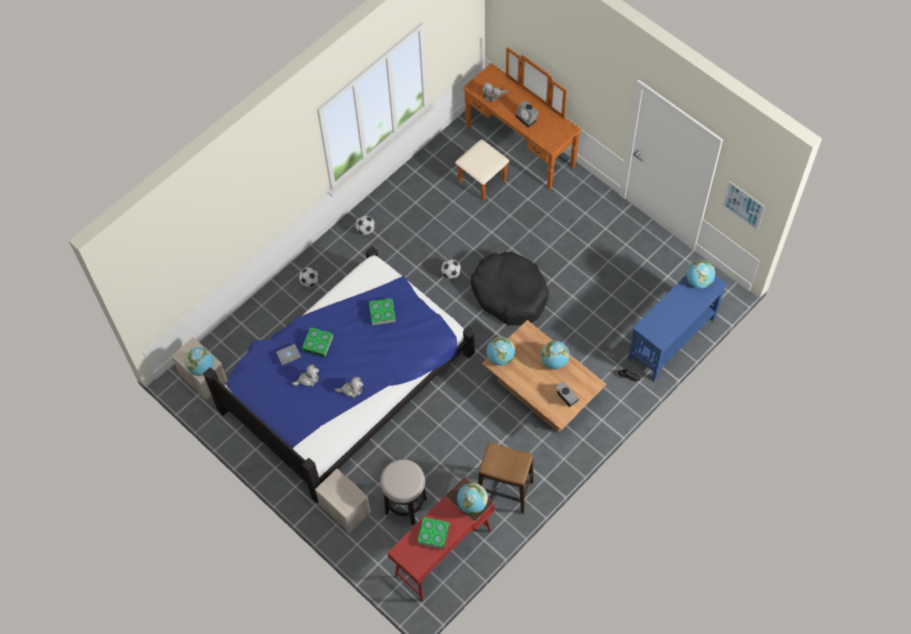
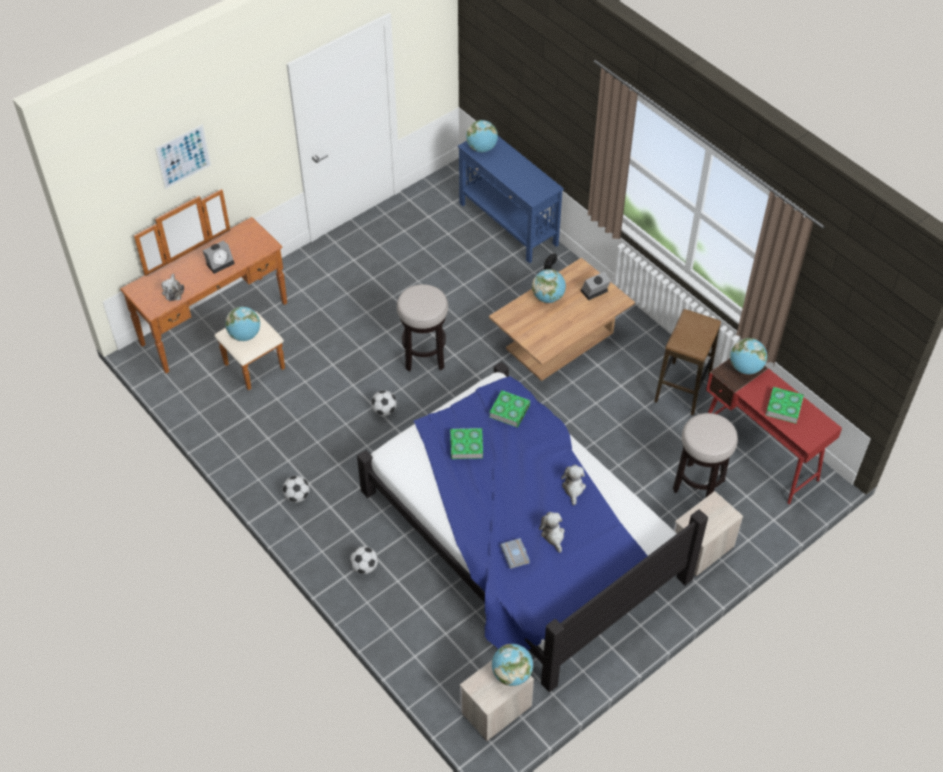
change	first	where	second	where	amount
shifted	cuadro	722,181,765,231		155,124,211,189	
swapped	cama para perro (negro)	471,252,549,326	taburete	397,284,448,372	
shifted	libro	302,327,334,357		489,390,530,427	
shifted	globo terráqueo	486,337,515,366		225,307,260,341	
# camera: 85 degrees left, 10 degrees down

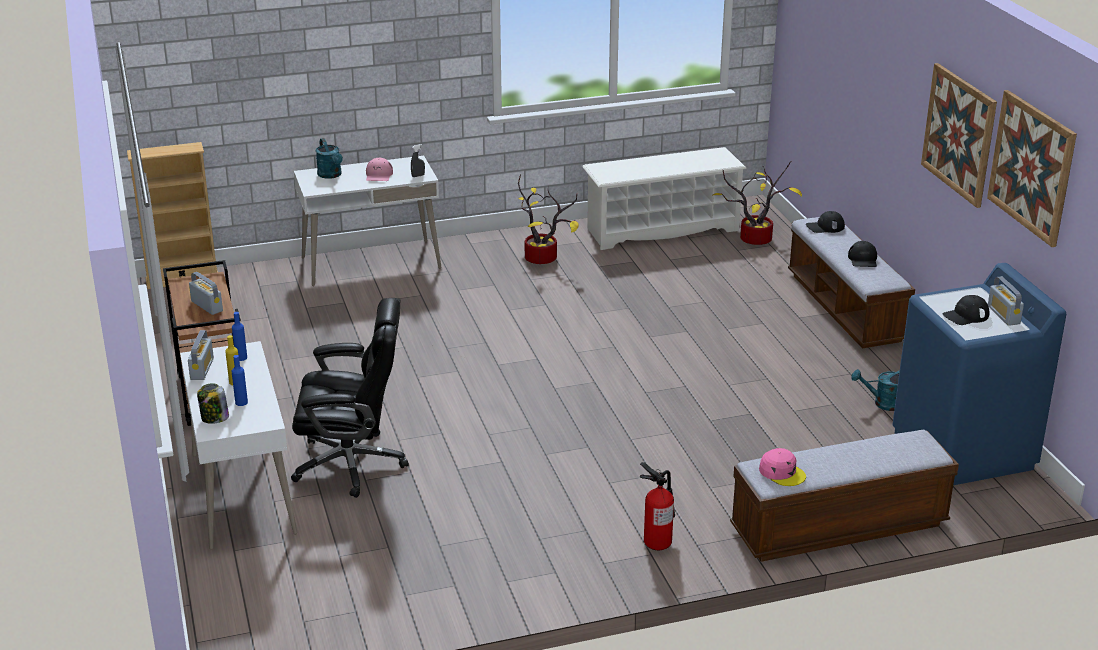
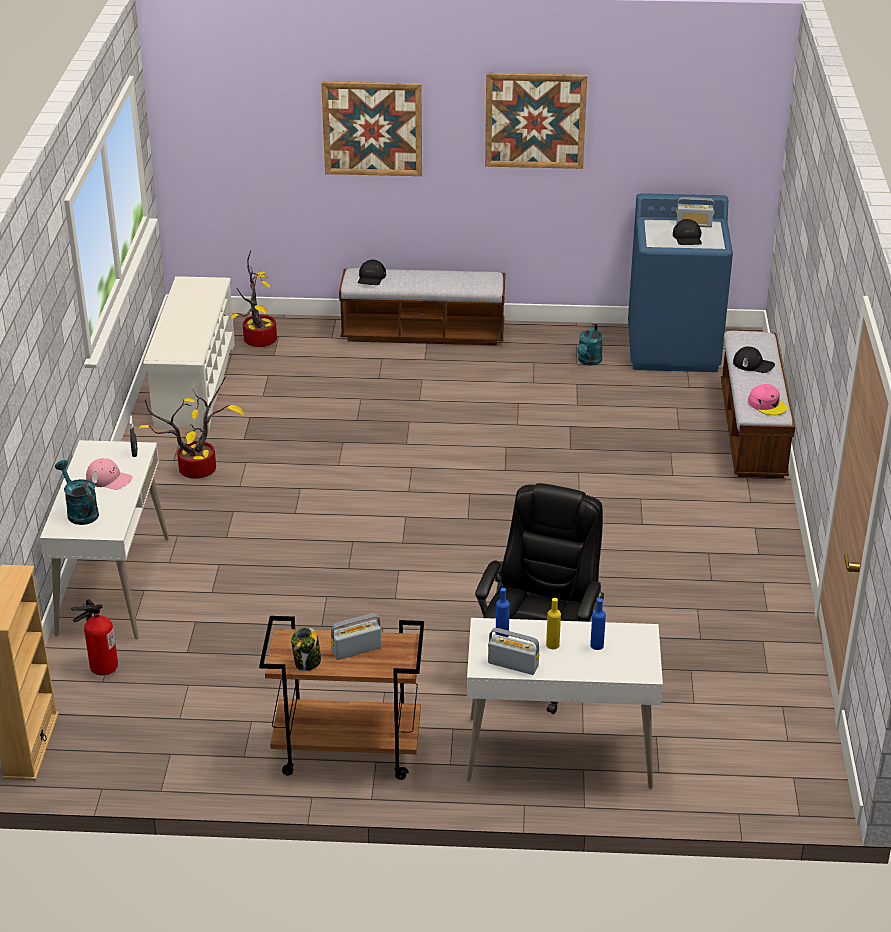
change	first	where	second	where	amount
shifted	cuadro	987,90,1077,247		321,81,422,176	
rotated	regadera (turquesa)	316,138,343,179		55,460,99,525	120 degrees counterclockwise
shifted	gorra (negro)	848,241,877,267		733,347,775,373	
shifted	tarro	197,383,229,424		291,627,321,671	
rotated	gorra (rosa)	759,448,806,486		748,384,787,415	75 degrees clockwise
shifted	extintor	640,462,675,550		71,599,118,676	
# camera: 70 degrees left, 5 degrees up

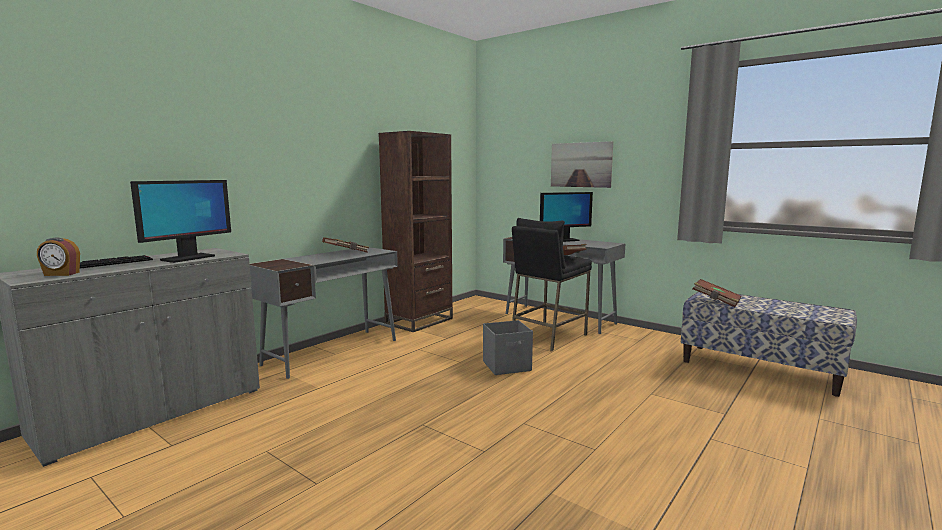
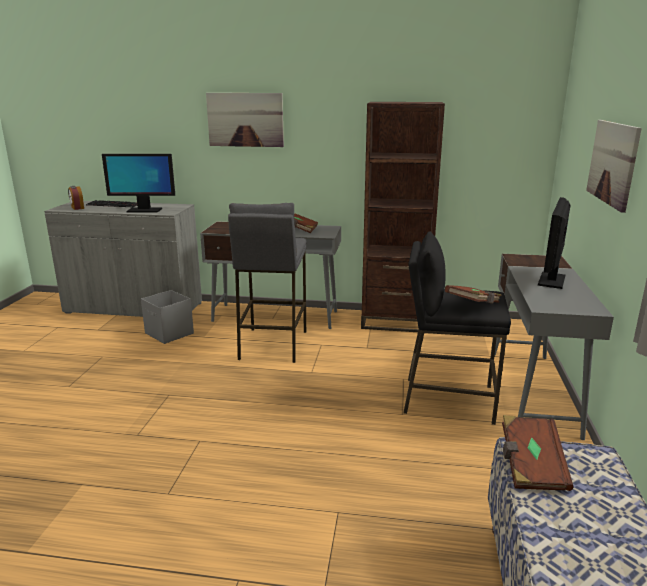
change	first	where	second	where	amount
rotated	monitor	540,192,593,242		538,197,571,289	75 degrees clockwise
shifted	caja de almacenaje (gris)	483,320,533,375		141,290,194,344	
new			cuadro	206,93,284,147	
new			taburete (gris)	228,203,307,363	
# camera: 60 degrees right, 10 degrees up

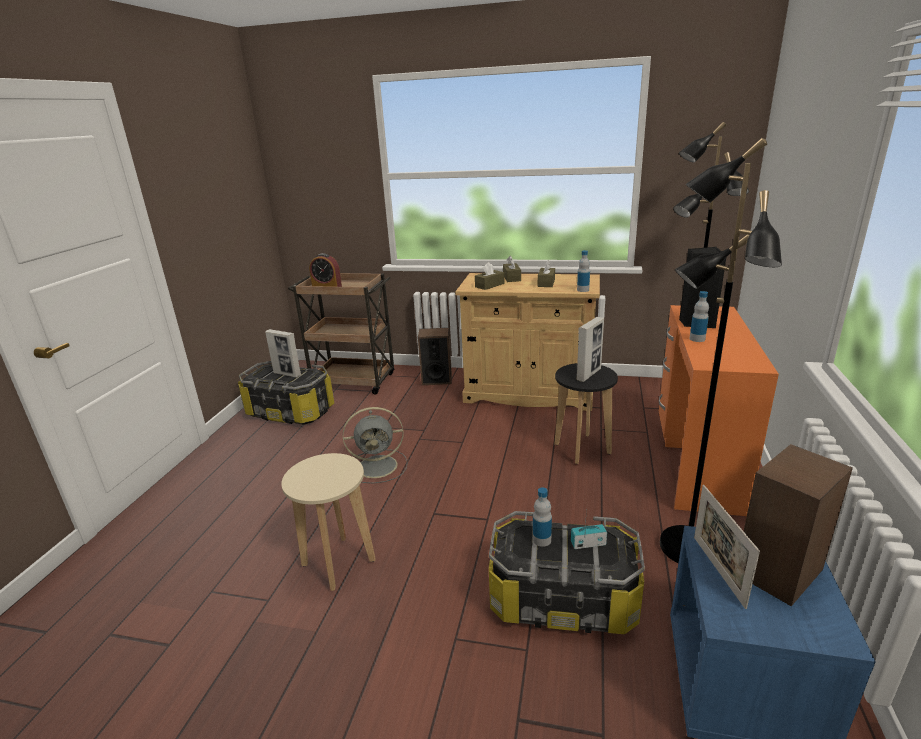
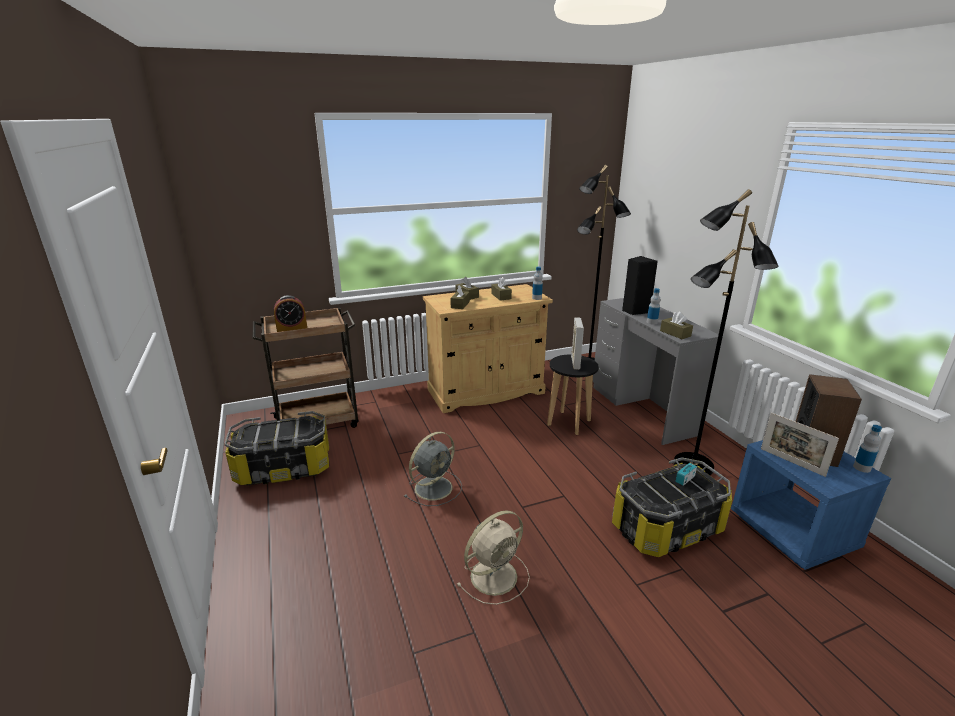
change	first	where	second	where	amount
repainted	escritorio (naranja)	659,305,779,516	escritorio (gris)	593,298,719,445	
gone	altavoz	418,328,452,385			
gone	portarretratos	265,329,301,378			
swapped	taburete (beis)	281,453,376,591	ventilador (beis)	457,510,530,605	
shifted	botella	533,487,552,547		853,425,882,473	
new			caja de pañuelos (marrón)	660,312,693,339	
# camera: 35 degrees left, 0 degrees up

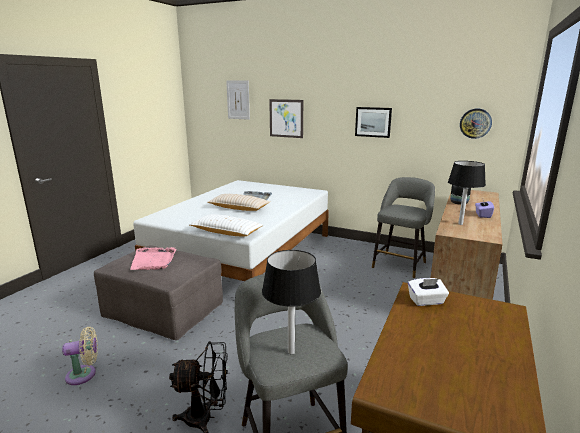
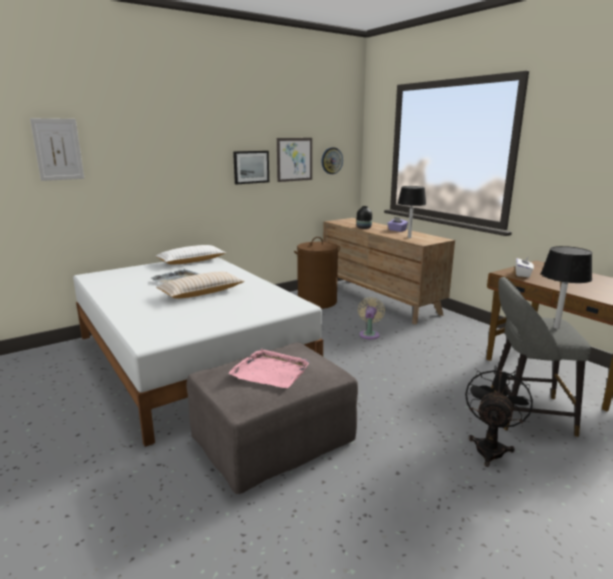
change	first	where	second	where	amount
shifted	cuadro	269,99,303,138		277,138,312,182	
swapped	taburete (gris)	372,177,435,278	cesto de la ropa (marrón)	294,237,340,309	
shifted	cojín (blanco)	189,214,263,237		155,245,226,264	
shifted	ventilador (beis)	62,327,98,385		358,297,385,339	
# camera: 60 degrees left, 0 degrees up

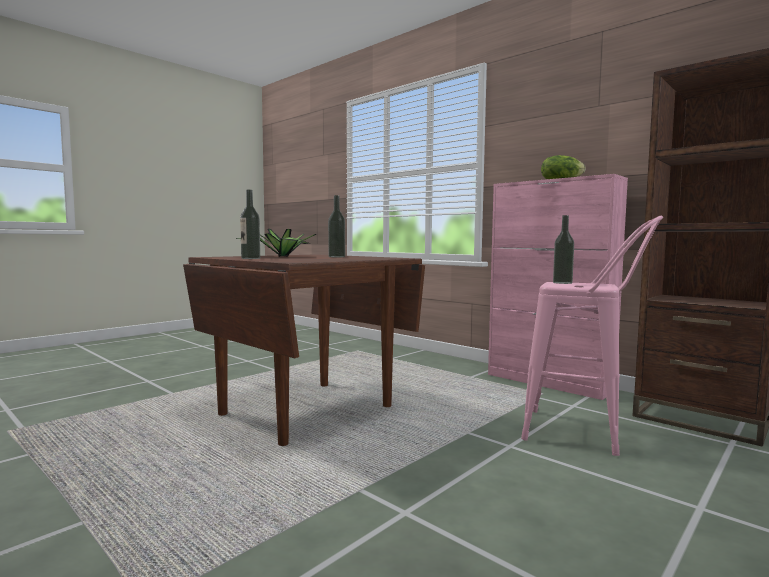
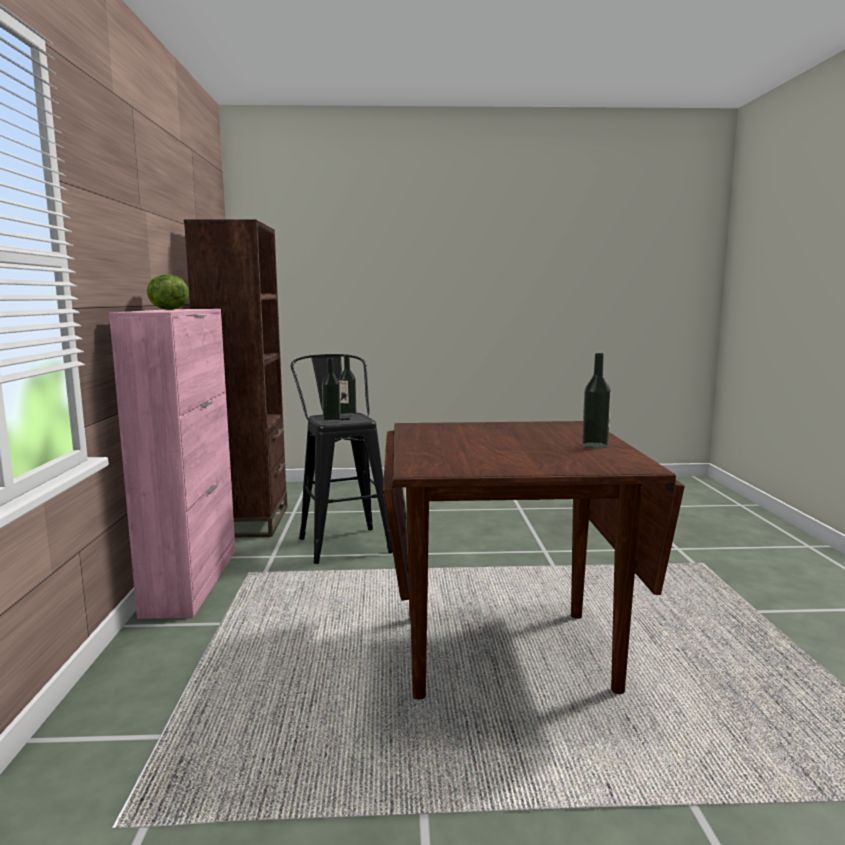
change	first	where	second	where	amount
shifted	botella	328,195,345,257		339,355,356,416	
repainted	taburete (rosa)	521,216,663,456	taburete (negro)	291,354,393,564	
gone	planta en maceta	236,229,316,257			
# camera: 135 degrees left, 5 degrees up

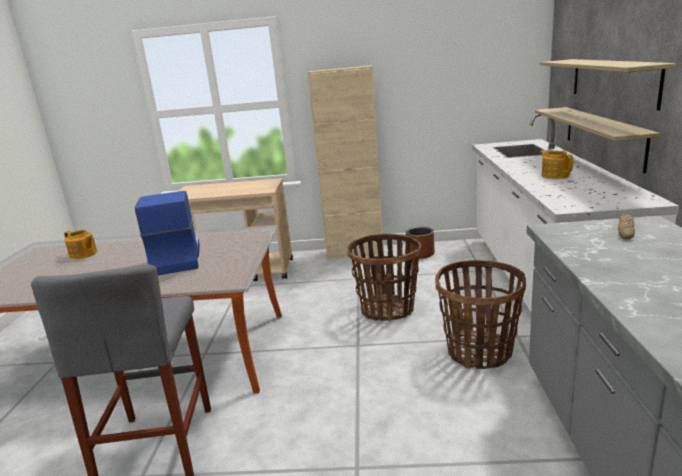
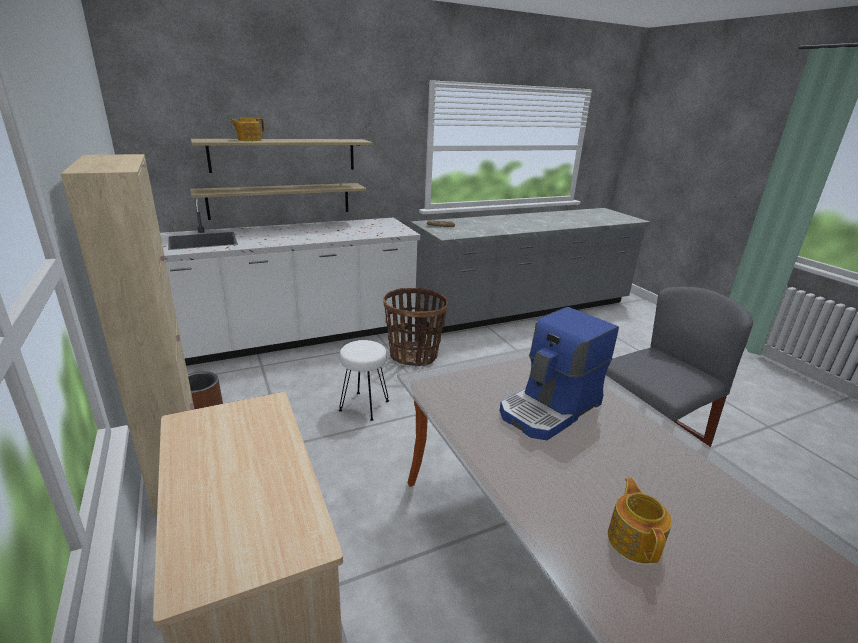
change	first	where	second	where	amount
shifted	tetera	540,150,573,179		230,118,265,141	
swapped	cesta	347,234,421,321	taburete (blanco)	339,340,389,421	
# camera: 120 degrees left, 5 degrees up

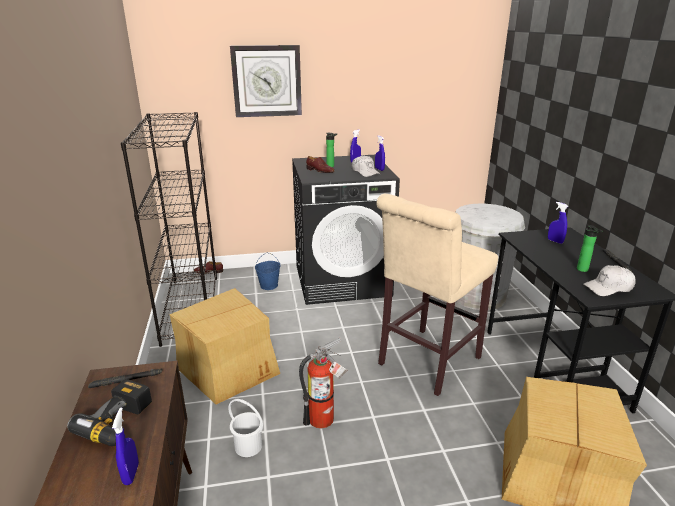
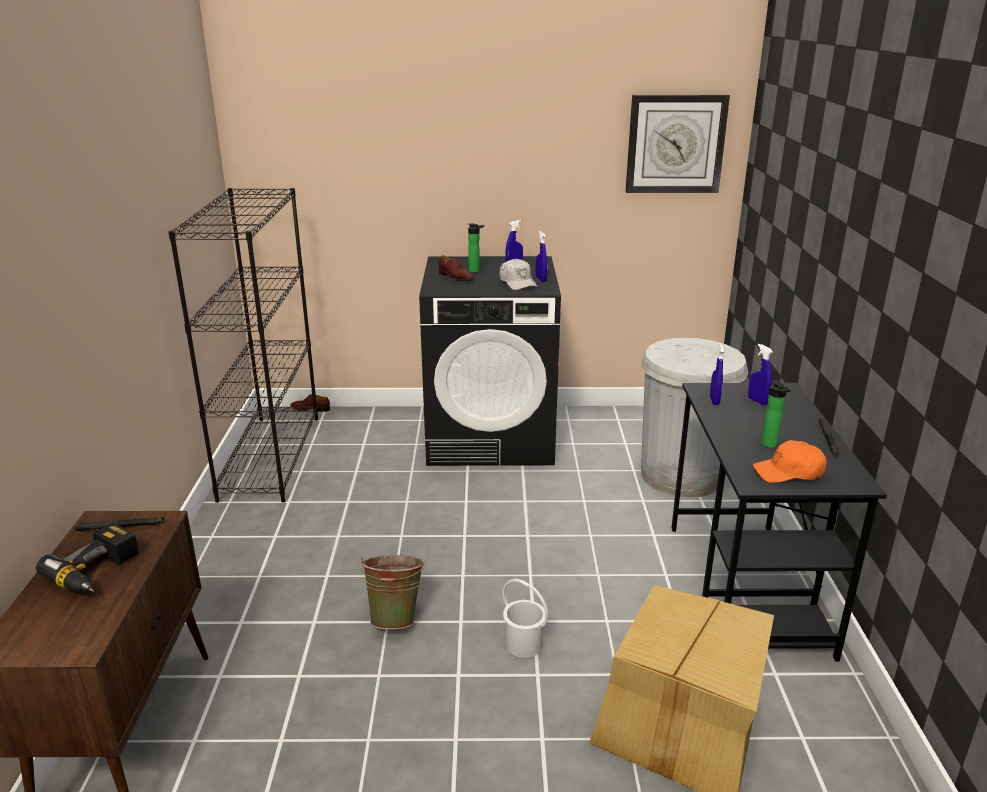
change	first	where	second	where	amount
shifted	reloj de pared	230,45,302,117		626,95,730,193	
gone	taburete (beis)	376,193,498,396			
gone	cubo (azul)	255,253,280,290			
repainted	gorra (blanco)	583,265,636,296	gorra (naranja)	753,440,827,483	
gone	caja de cartón	170,288,280,404			
swapped	extintor	299,338,348,429	cubo (verde)	360,555,426,629	
shifted	cubo (blanco)	228,399,263,457		502,579,548,658	
shifted	pulverizador (azul)	112,408,139,485		710,343,724,405	
# camera: 10 degrees right, 0 degrees up

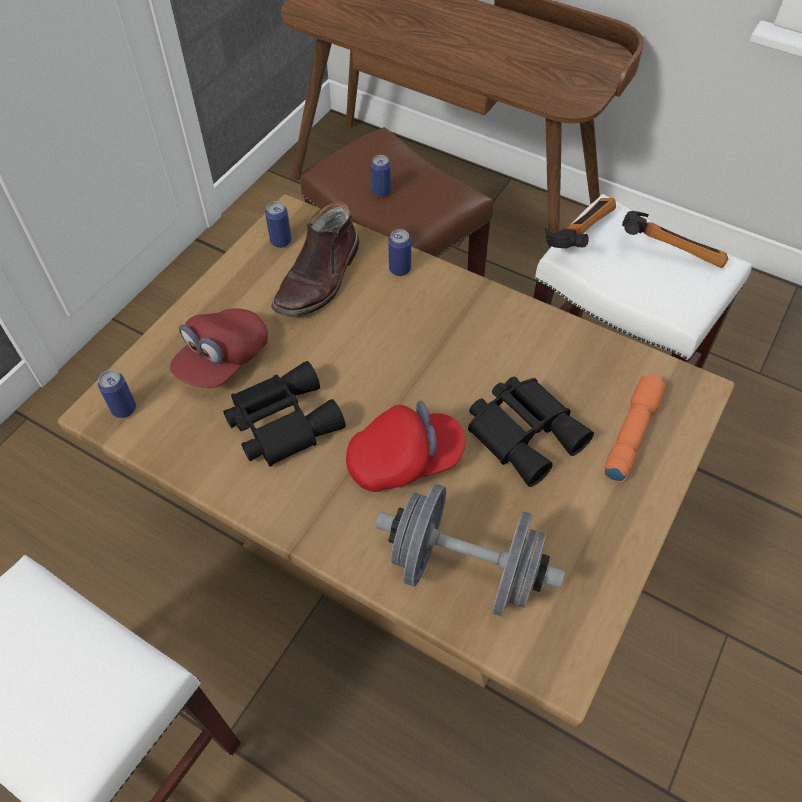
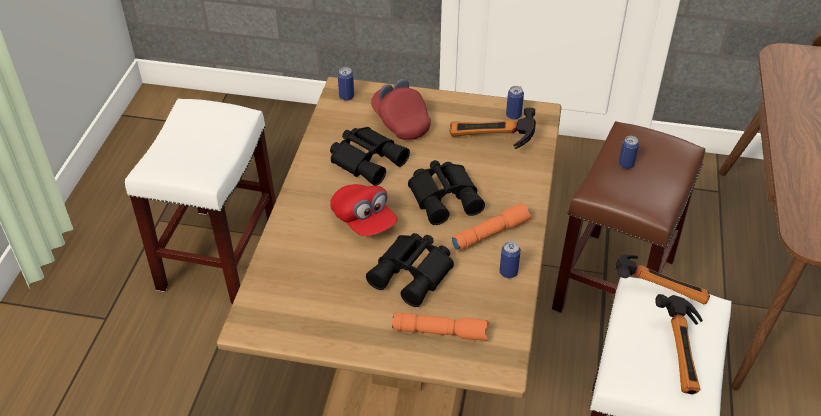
change	first	where	second	where	amount
swapped	bota (marrón)	271,201,359,317	martillo	450,108,536,149	
shifted	lata	388,229,411,276		500,241,521,278	
rotated	gorra (rojo)	170,308,268,388		371,79,431,140	45 degrees clockwise
gone	mancuerna (gris)	375,484,565,616			
new			prismáticos (negro)	408,160,485,225	
new			linterna (naranja)	451,204,532,251	
# camera: 70 degrees right, 10 degrees down

